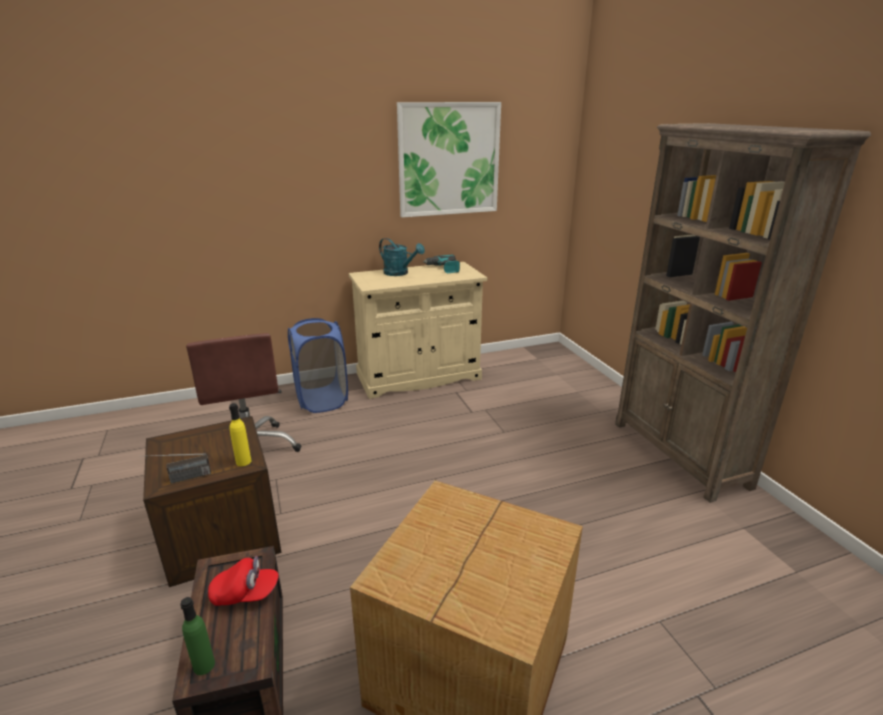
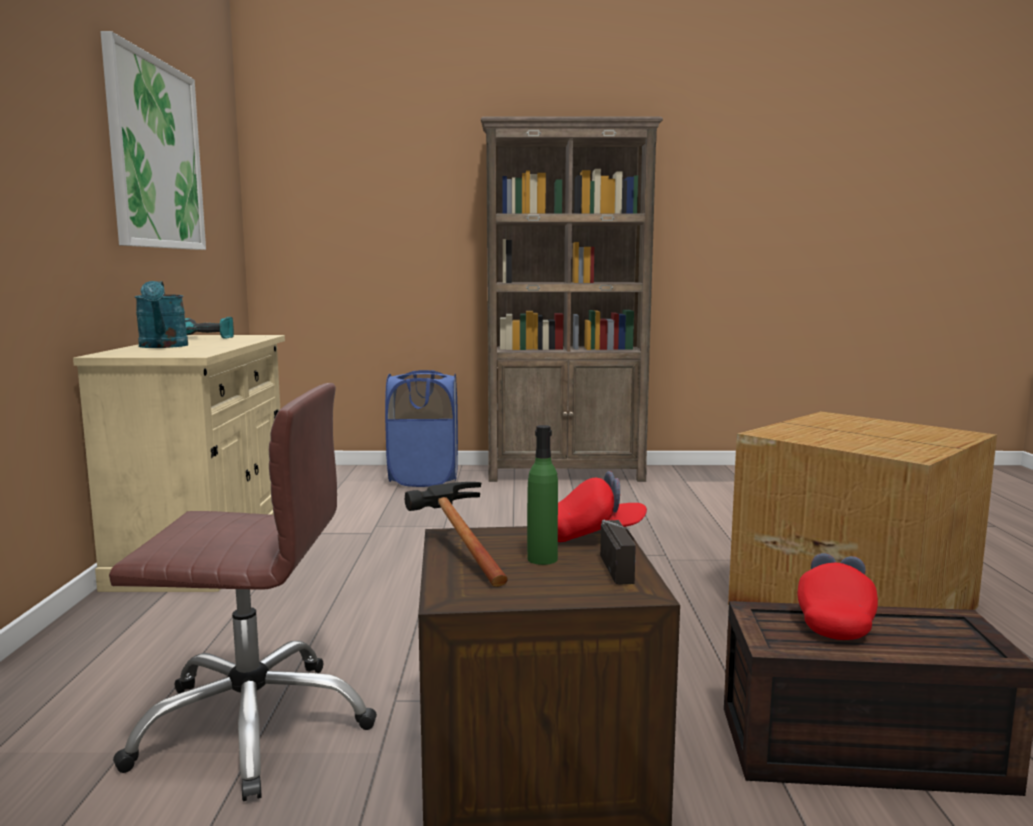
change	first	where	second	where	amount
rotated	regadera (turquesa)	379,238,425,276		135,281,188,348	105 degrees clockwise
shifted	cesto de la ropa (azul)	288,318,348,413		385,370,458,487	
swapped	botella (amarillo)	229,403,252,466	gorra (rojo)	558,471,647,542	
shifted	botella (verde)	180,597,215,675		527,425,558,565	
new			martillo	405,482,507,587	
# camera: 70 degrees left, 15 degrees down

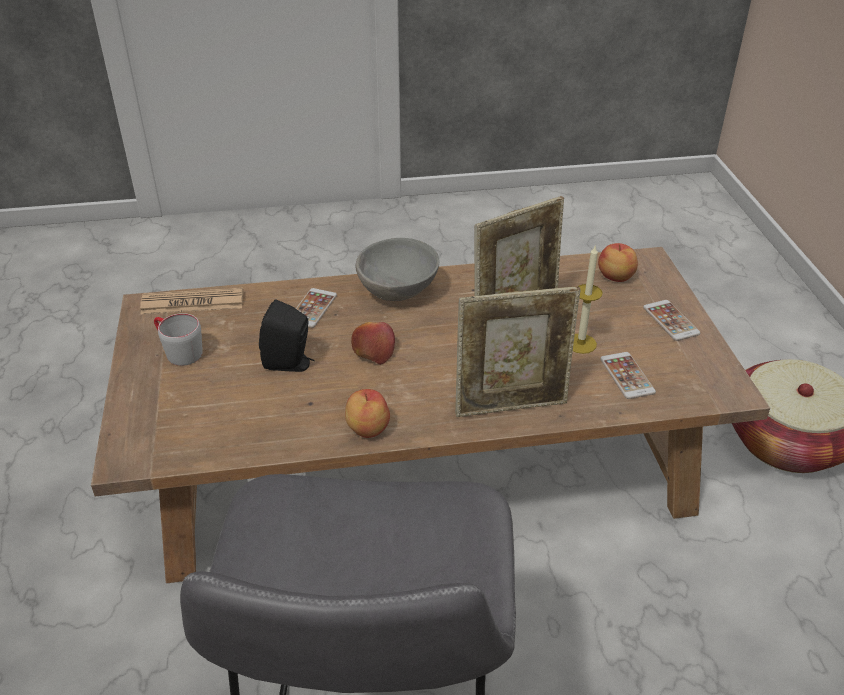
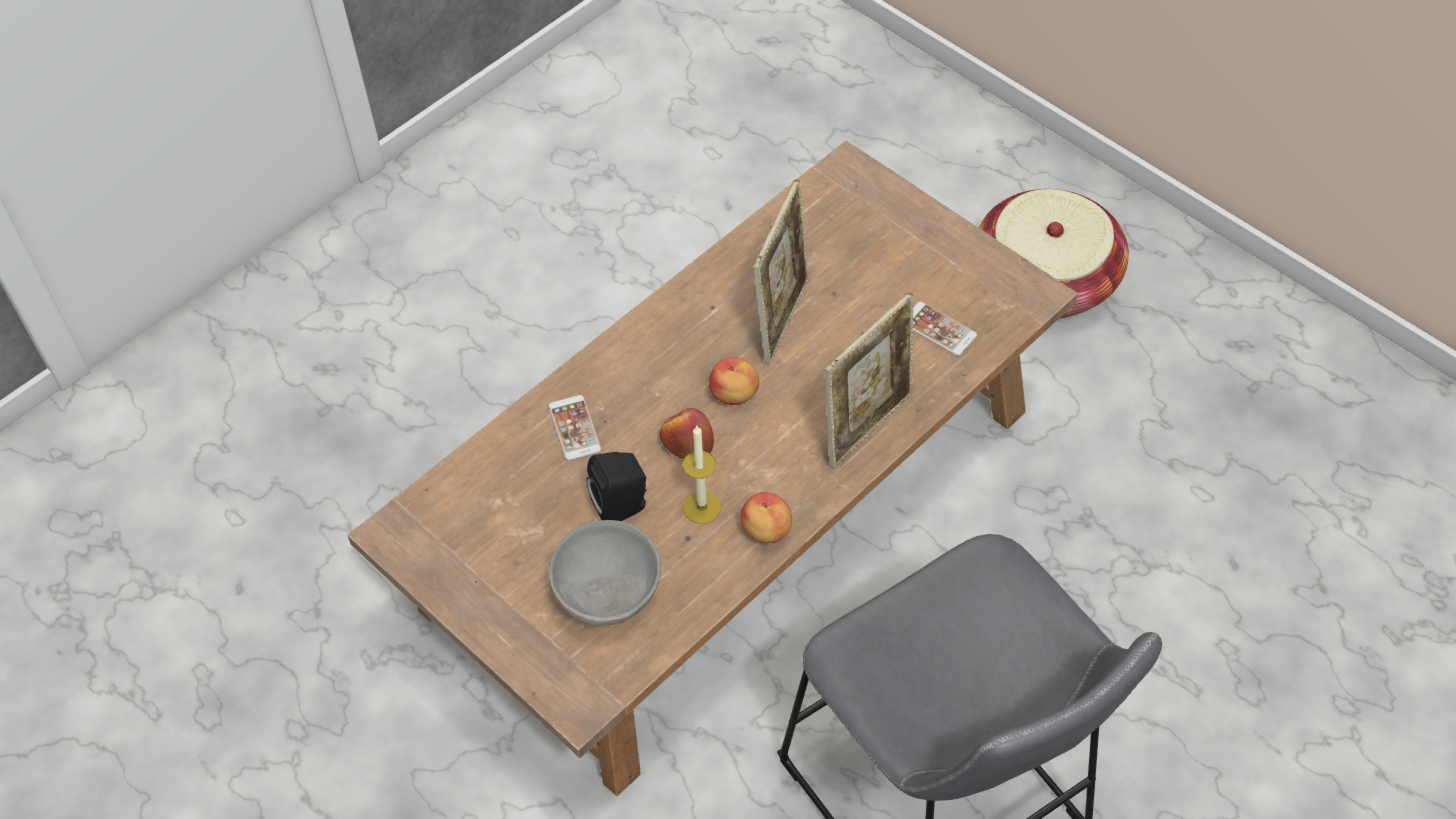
change	first	where	second	where	amount
shifted	cuenco (gris)	356,238,439,301		548,520,661,626	
shifted	manzana	598,243,638,282		709,357,759,405	
shifted	vela	573,246,603,354		683,426,721,524	
gone	periódico	140,287,243,315			
gone	móvil	643,300,701,341			
gone	taza grande (gris)	154,313,203,366			
# camera: 35 degrees left, 15 degrees up

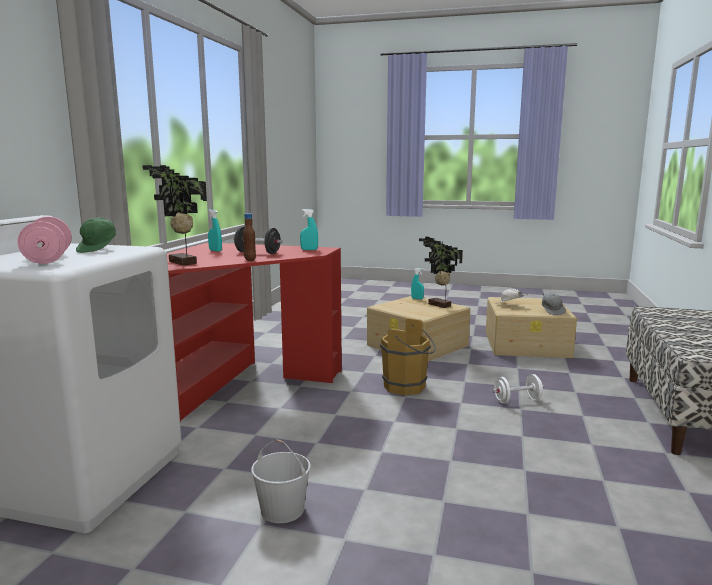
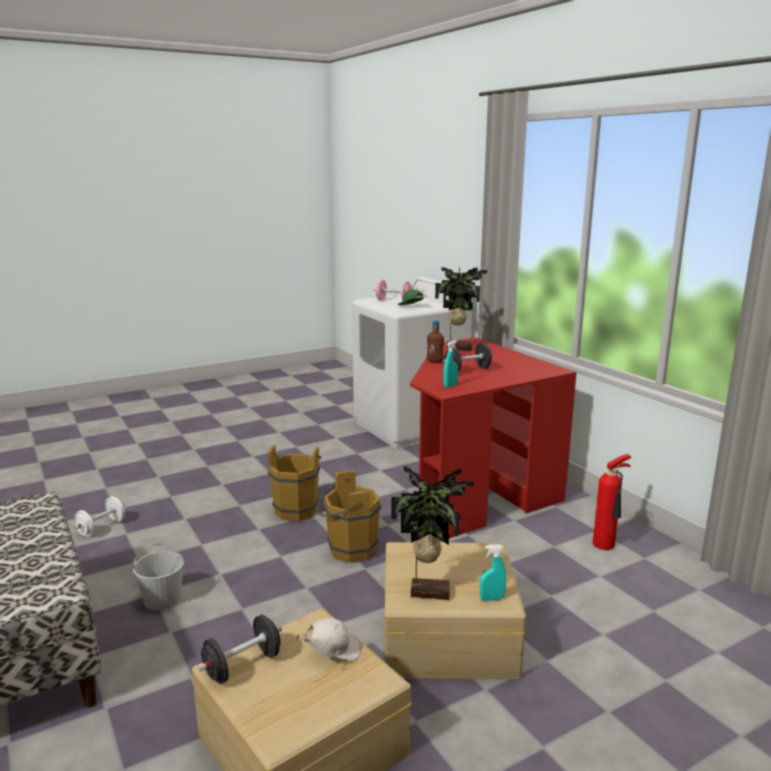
change	first	where	second	where	amount
gone	pulverizador (turquesa)	208,209,222,252			
swapped	gorra (gris)	542,293,566,315	mancuerna (negro)	198,615,282,684	
shifted	mancuerna (blanco)	492,374,544,404		73,496,125,537	
shifted	cubo (blanco)	251,439,311,523		133,543,184,610	
new			cubo (marrón)	268,445,322,521	
new			extintor	593,454,631,550	
# camera: 135 degrees right, 5 degrees up

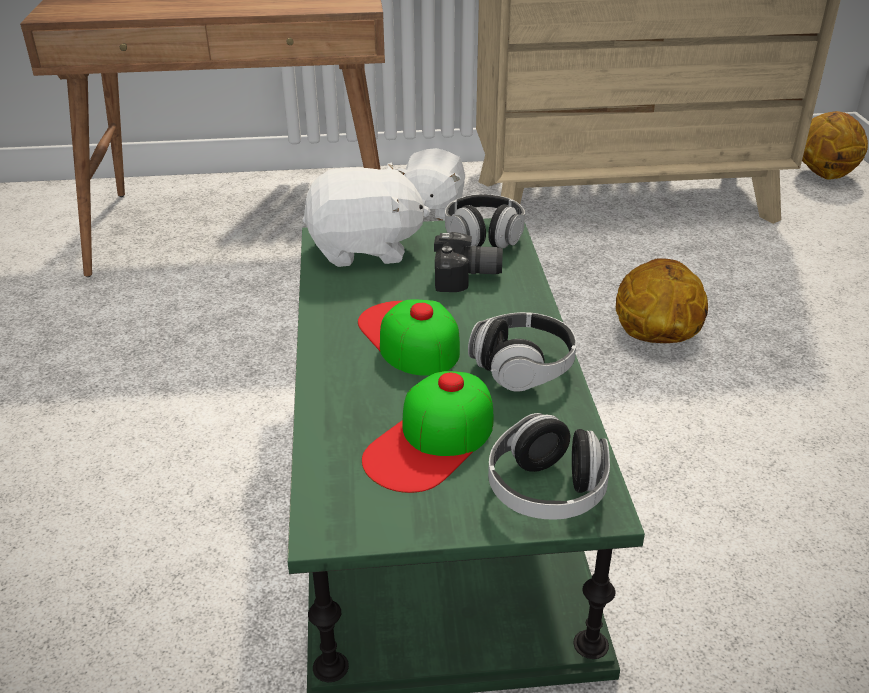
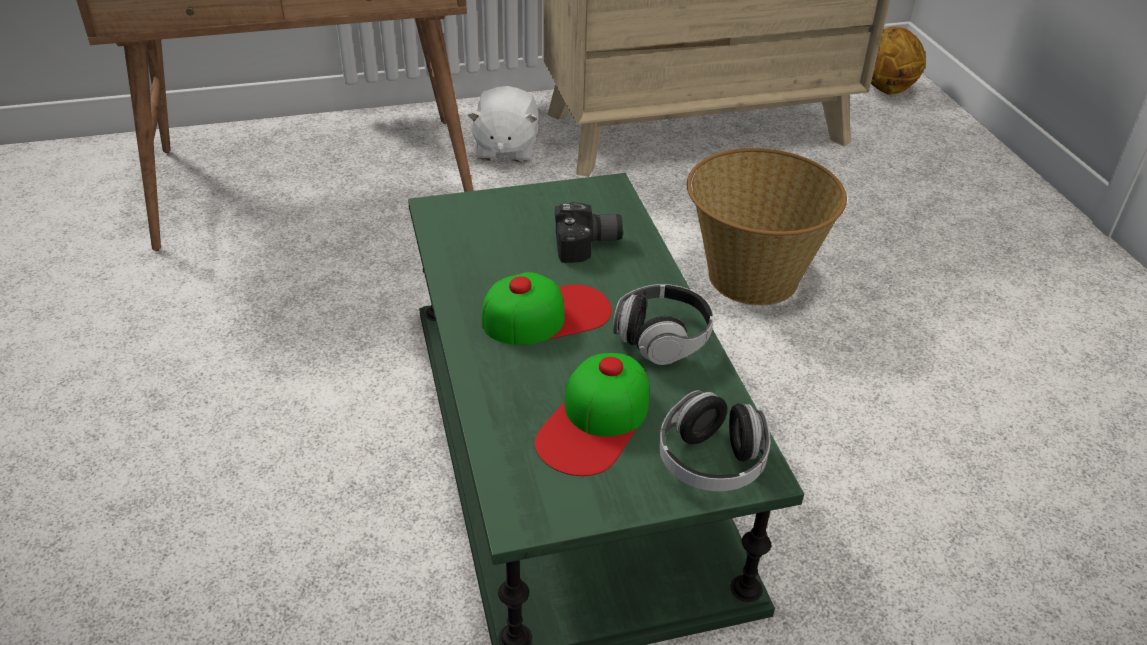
change	first	where	second	where	amount
gone	peluche (blanco)	302,162,431,267			
gone	auriculares	445,194,525,248			
swapped	balón de baloncesto	616,258,708,343	cesta	687,148,847,305	
rotated	gorra	358,300,460,376		482,272,612,345	105 degrees clockwise
# camera: 10 degrees left, 5 degrees up

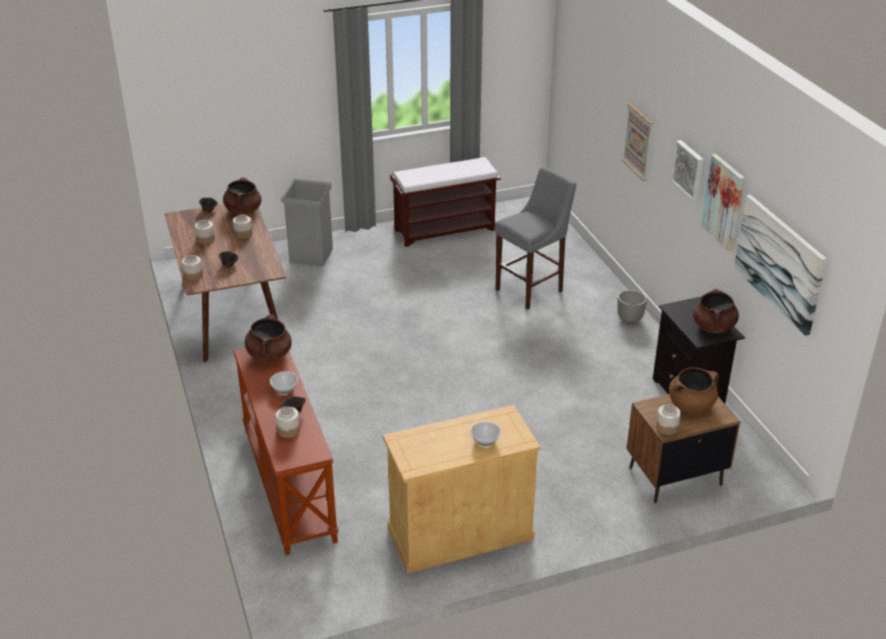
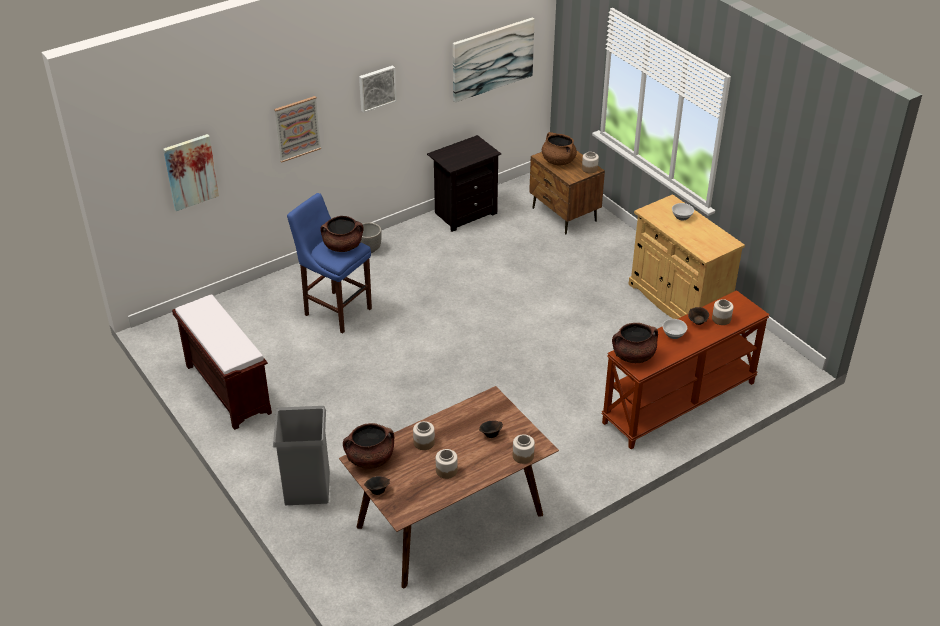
change	first	where	second	where	amount
shifted	cuadro	701,154,745,251		163,134,219,211	
repainted	taburete (gris)	495,167,576,310	taburete (azul)	287,193,372,333	
shifted	olla (marrón)	693,289,739,334		320,216,364,252	
# camera: 105 degrees left, 5 degrees up

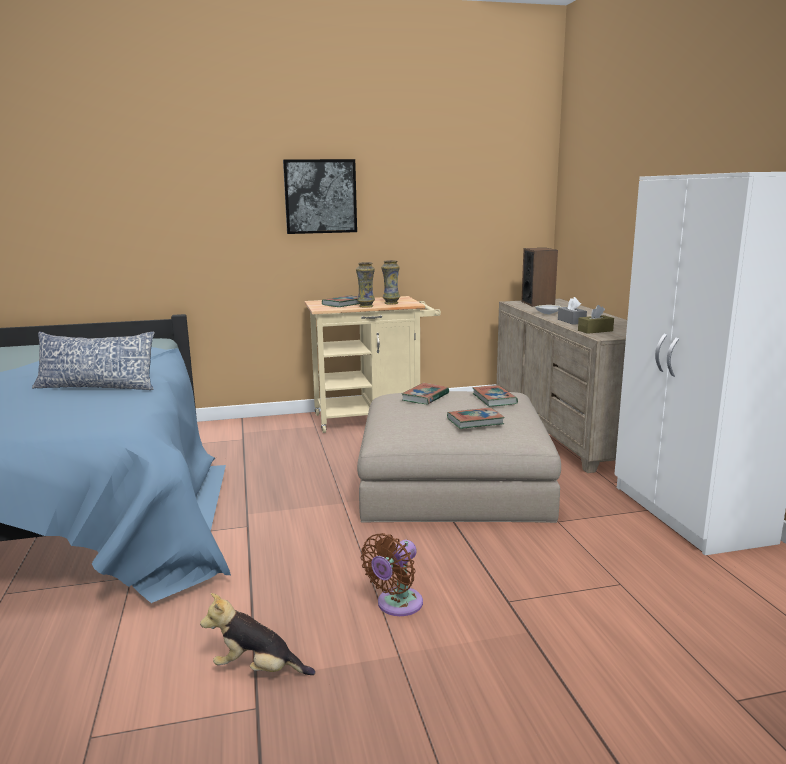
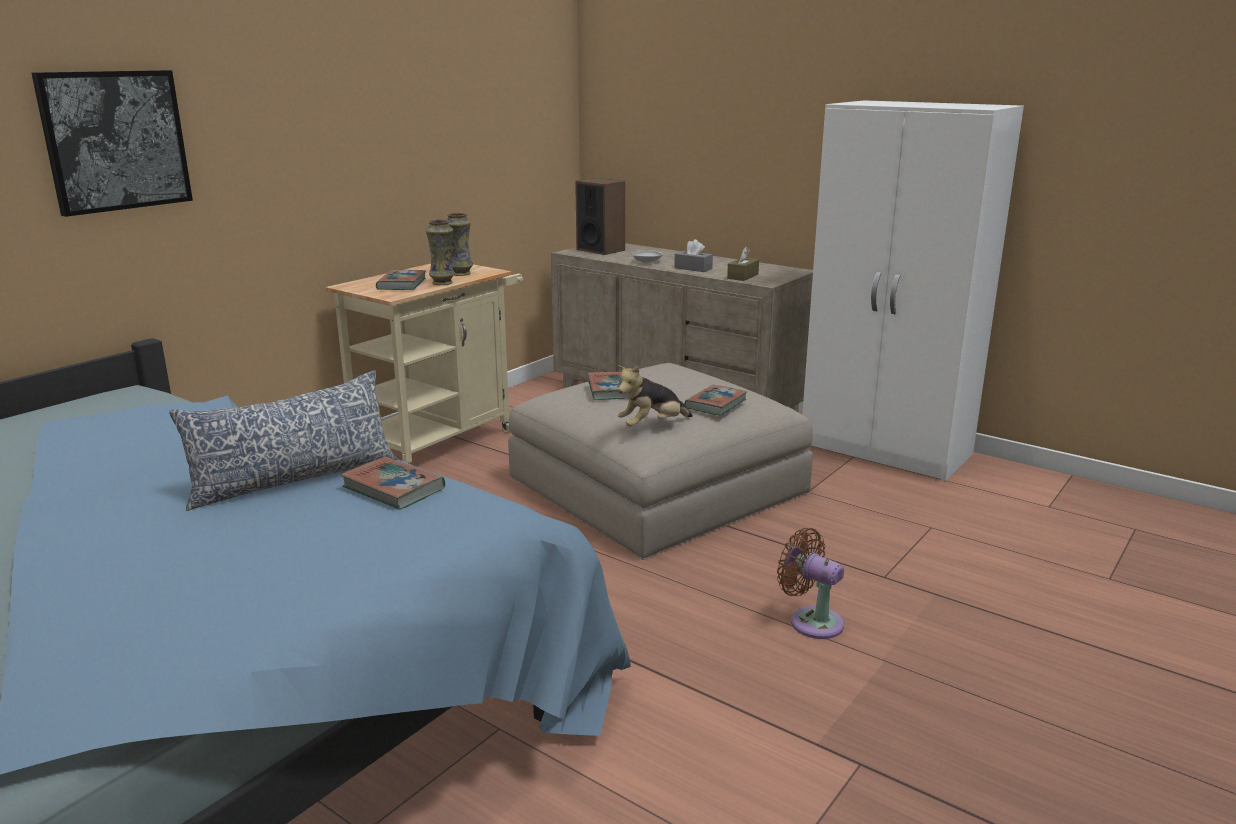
change	first	where	second	where	amount
shifted	cuadro	283,159,357,234		31,70,193,217	
shifted	libro	472,385,518,407		340,457,445,510	
rotated	ventilador (marrón)	361,533,423,616		777,528,844,639	135 degrees clockwise
shifted	peluche	200,593,315,675		617,365,693,426	
# camera: 40 degrees left, 5 degrees up

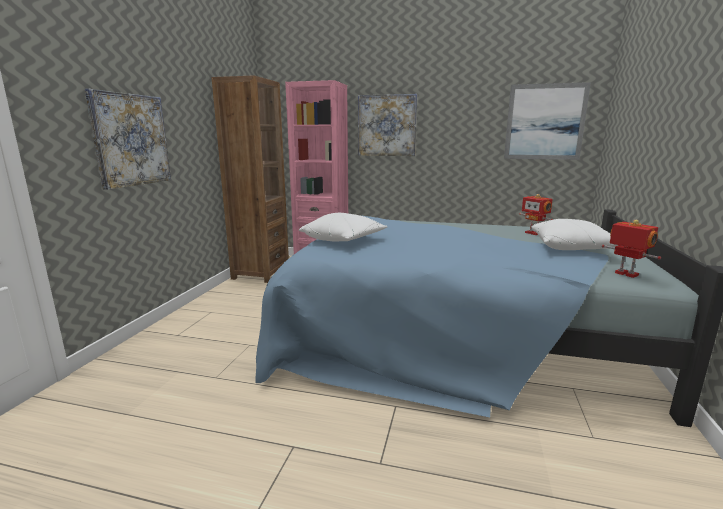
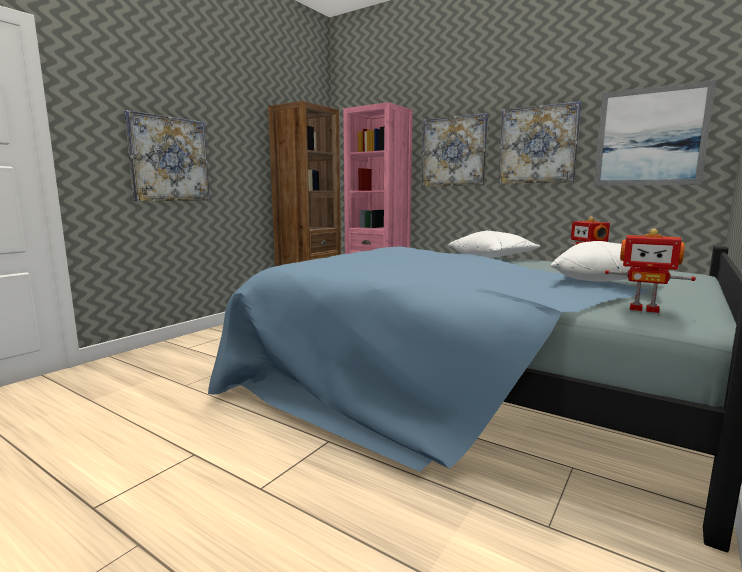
change	first	where	second	where	amount
shifted	cojín (blanco)	299,213,387,242		448,230,540,258	
rotated	robot de juguete	602,220,661,278		605,229,696,313	135 degrees clockwise
new			cuadro	498,101,581,183	
# camera: 20 degrees right, 5 degrees down

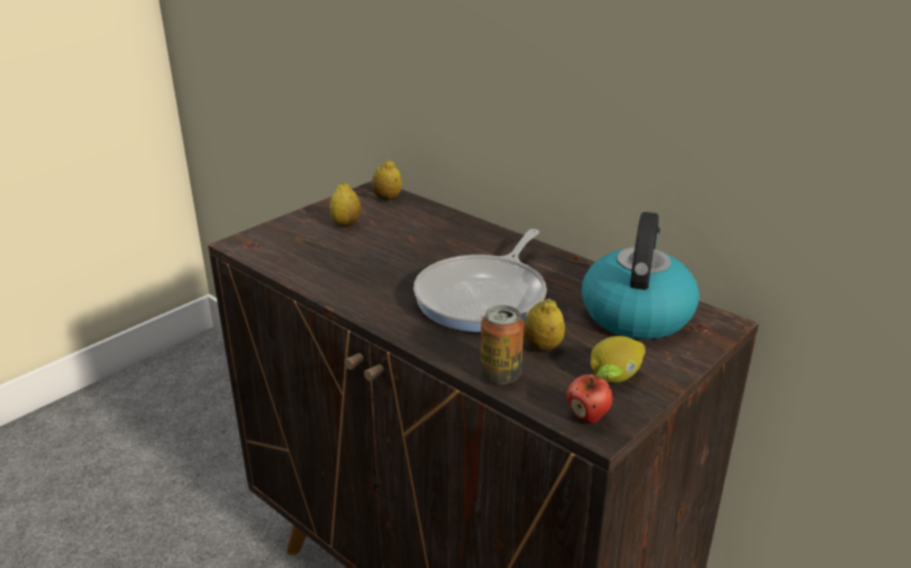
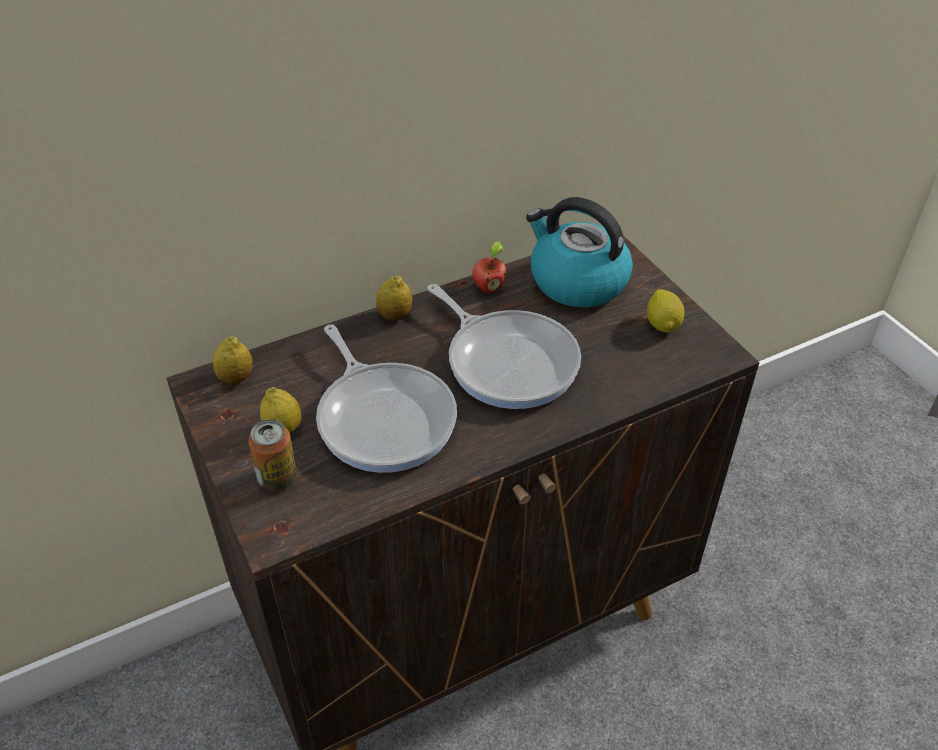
change	first	where	second	where	amount
shifted	limón	523,298,565,351		376,276,412,321	
shifted	lata	480,305,524,384		248,419,297,490	
shifted	manzana	567,364,624,423		472,241,506,293	
new			sartén	316,324,457,473	
# camera: 70 degrees left, 15 degrees up

